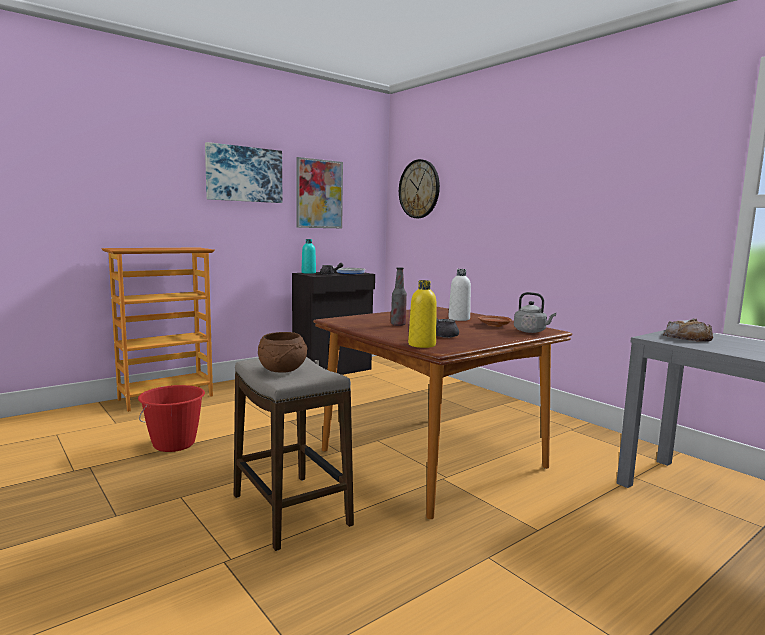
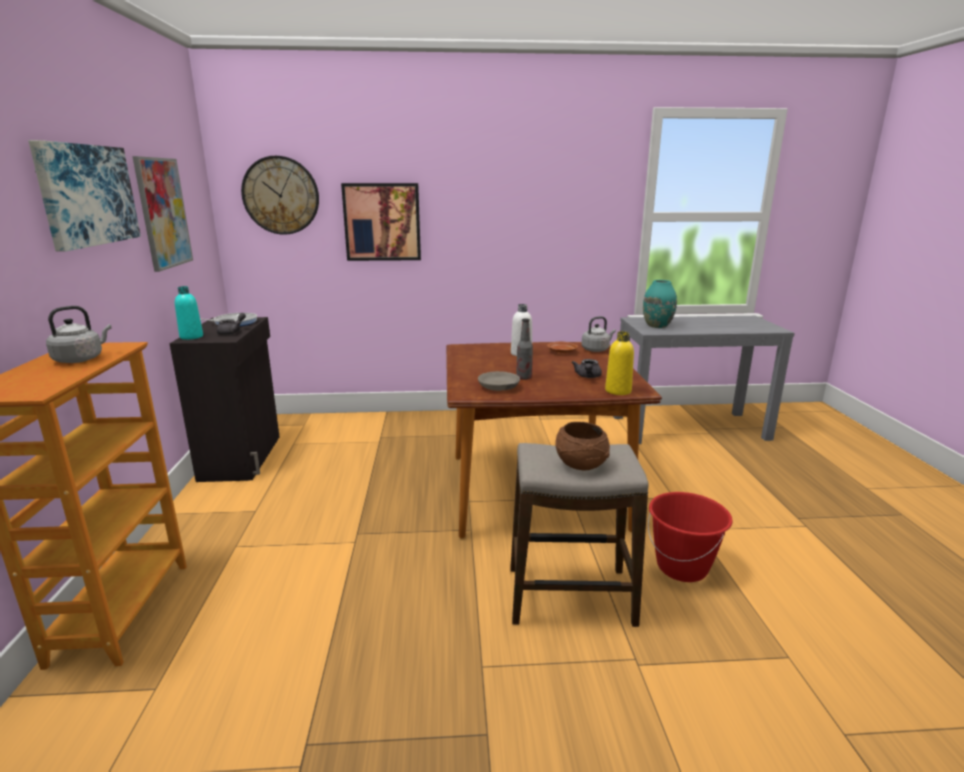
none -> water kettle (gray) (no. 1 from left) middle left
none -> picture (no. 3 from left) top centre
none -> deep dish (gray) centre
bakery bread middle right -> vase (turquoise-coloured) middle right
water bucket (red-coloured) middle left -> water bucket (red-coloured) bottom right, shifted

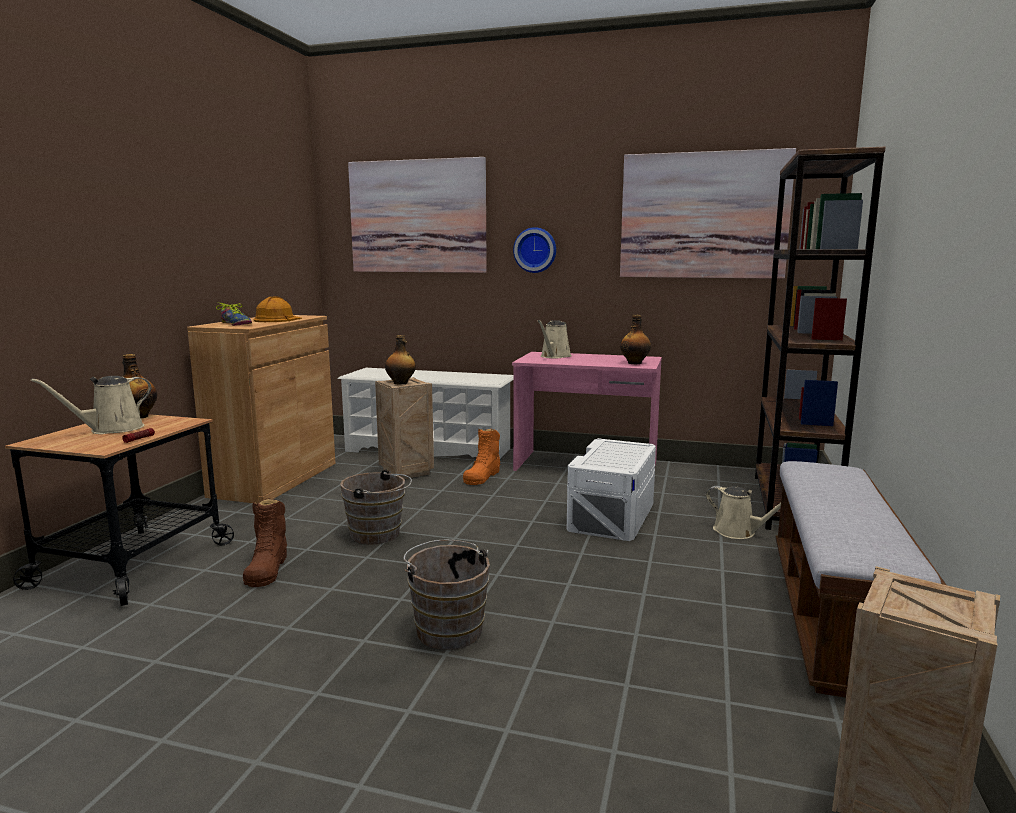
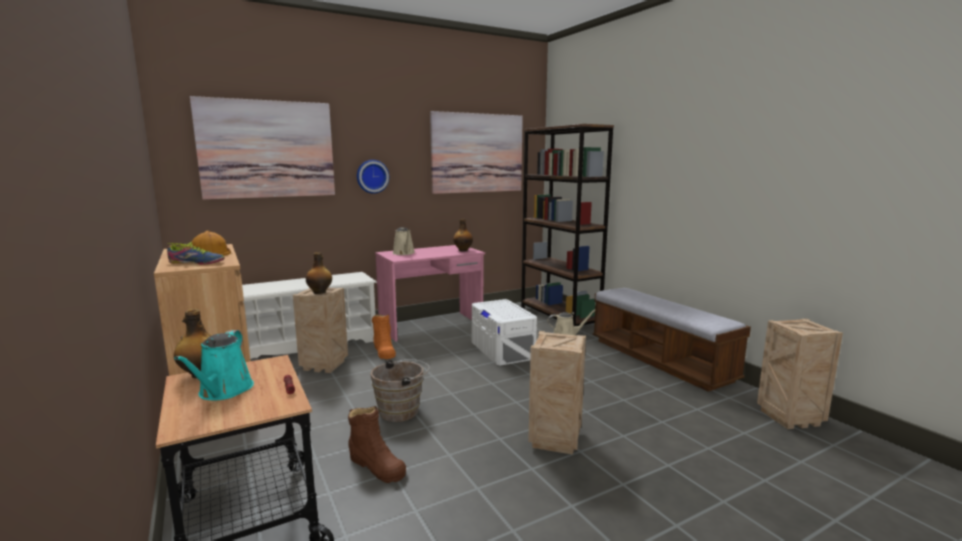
watering can (sand-coloured) (no. 1 from left) middle left -> watering can (turquoise-coloured) bottom left
water bucket (brown) (no. 2 from left) bottom centre -> shipping crate (no. 2 from left) bottom centre

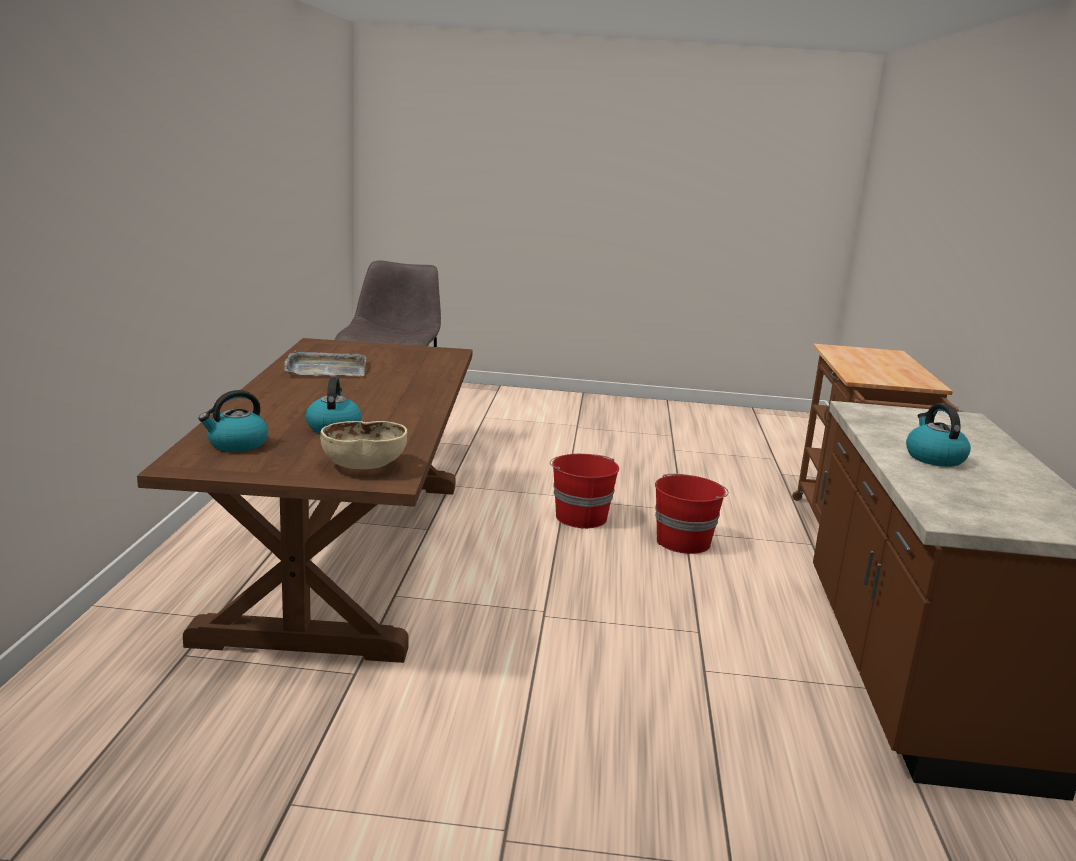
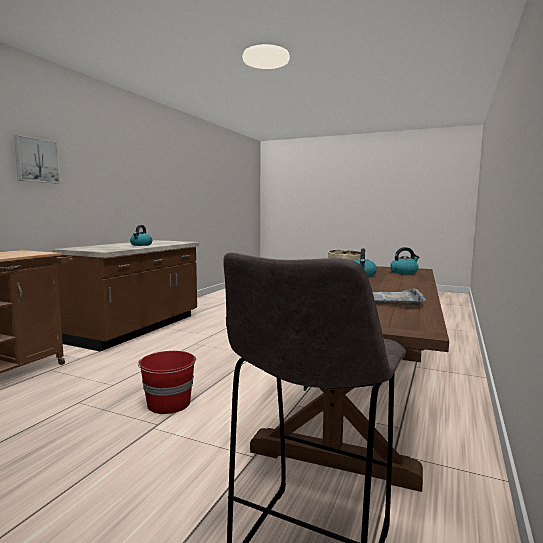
none -> picture top left
water bucket (red-coloured) (no. 2 from left) centre -> none

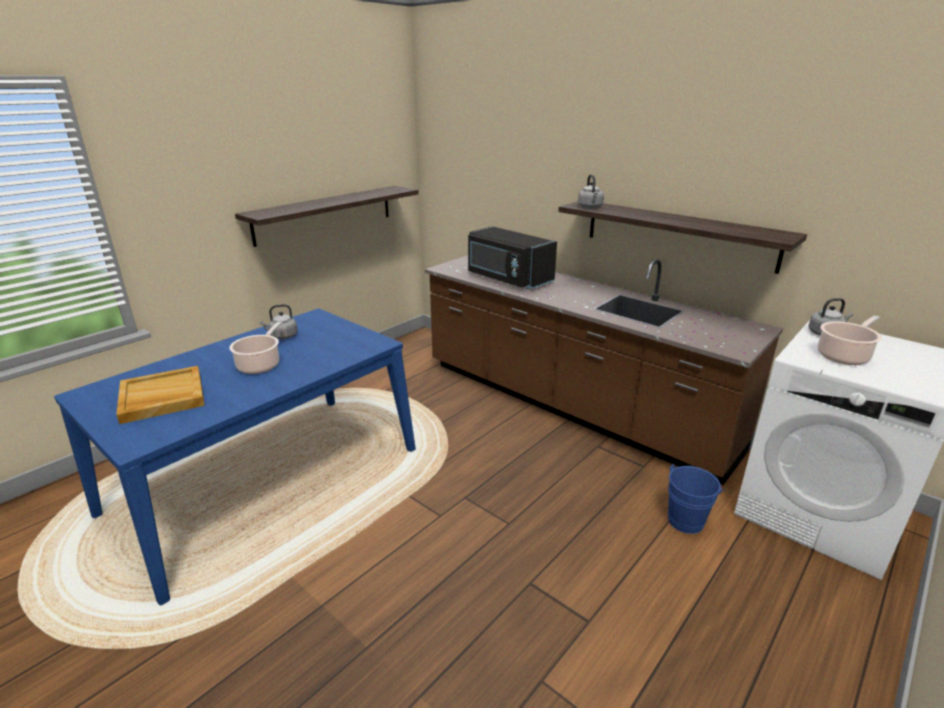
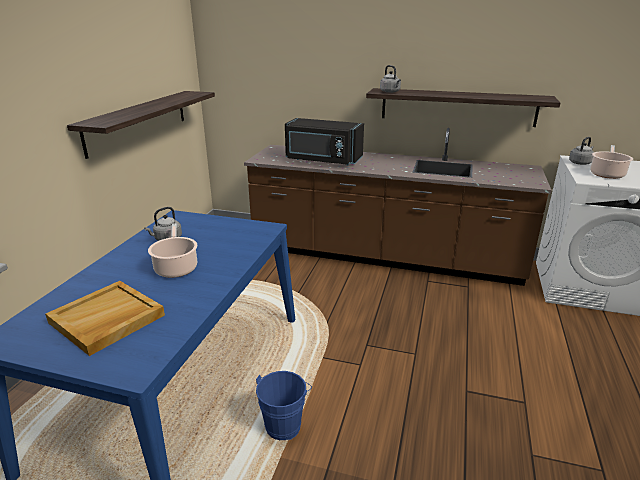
water bucket (bluish) bottom right -> water bucket (bluish) bottom centre, shifted

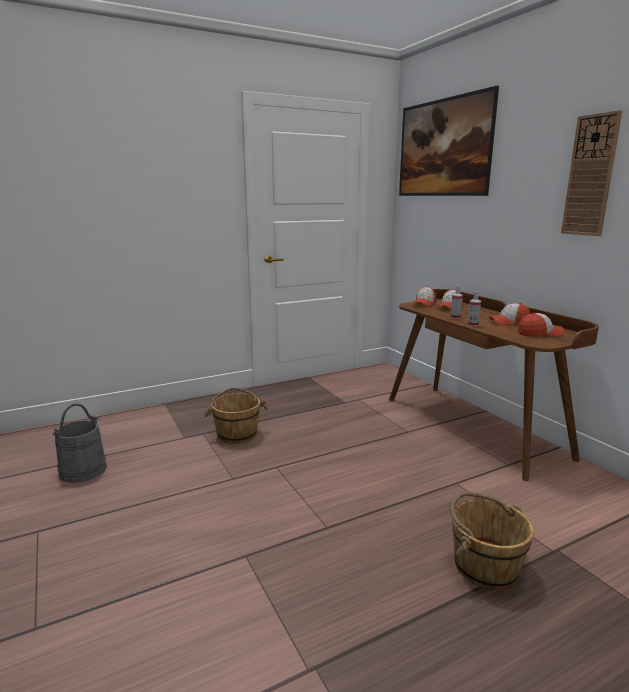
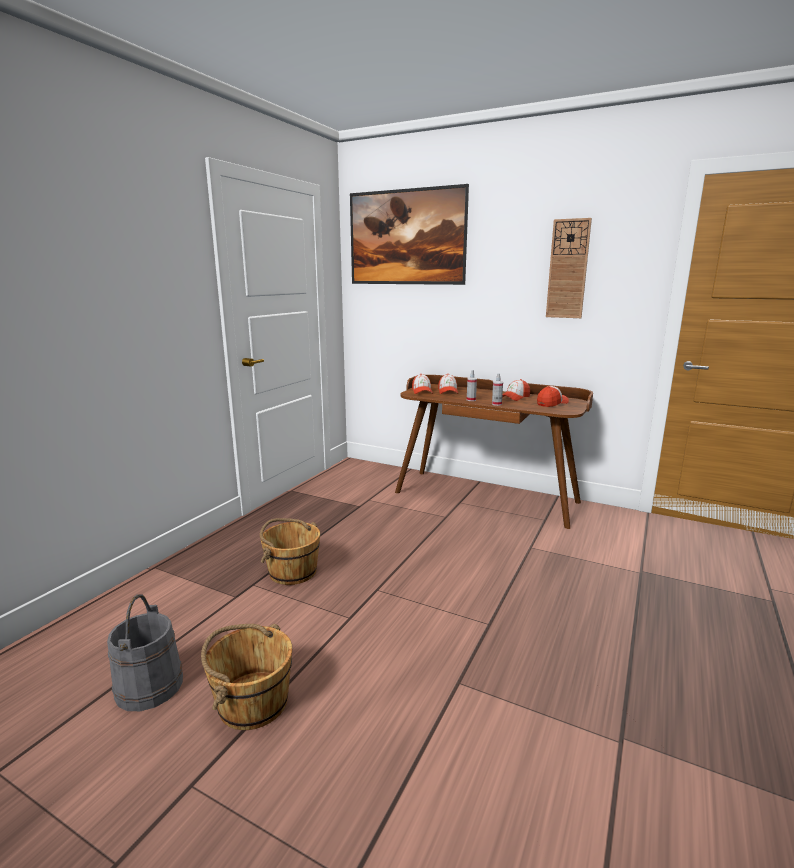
water bucket (brown) (no. 2 from left in the first image) bottom right -> water bucket (brown) (no. 1 from left) bottom left, shifted

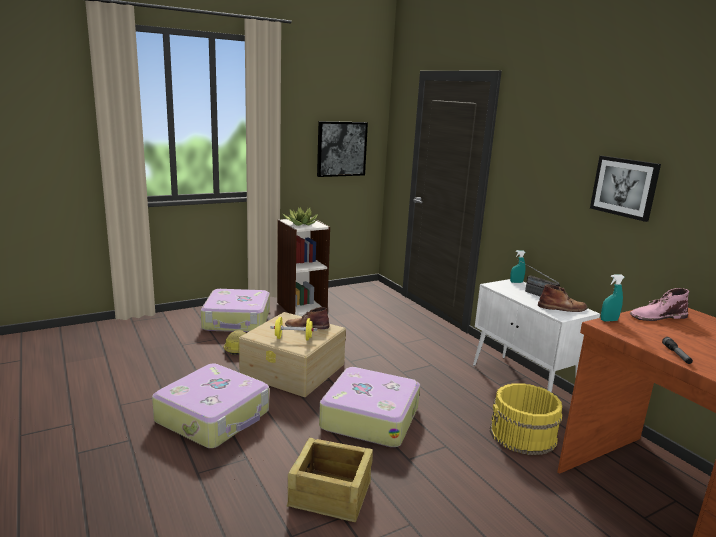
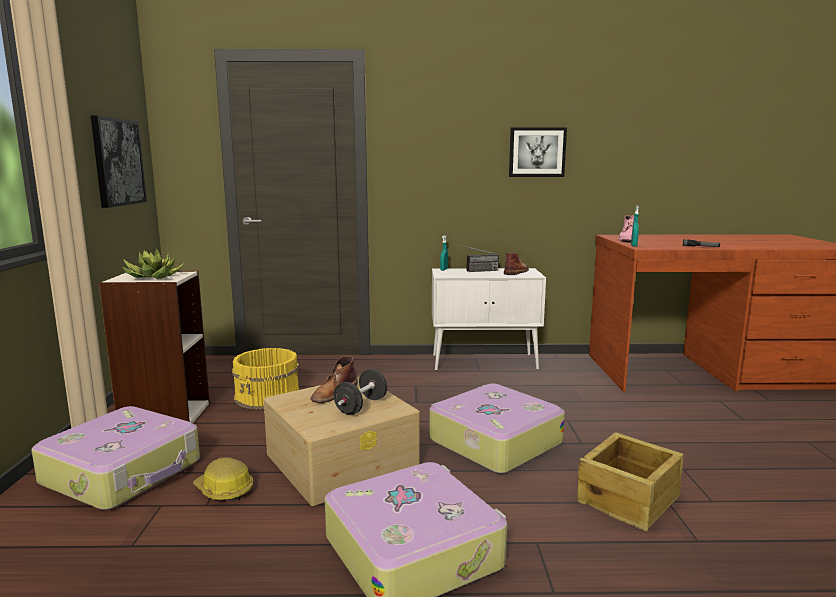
water bucket (yellow-coloured) bottom right -> water bucket (yellow-coloured) middle left, shifted
dumbbell (yellow-coloured) centre -> dumbbell (black) centre

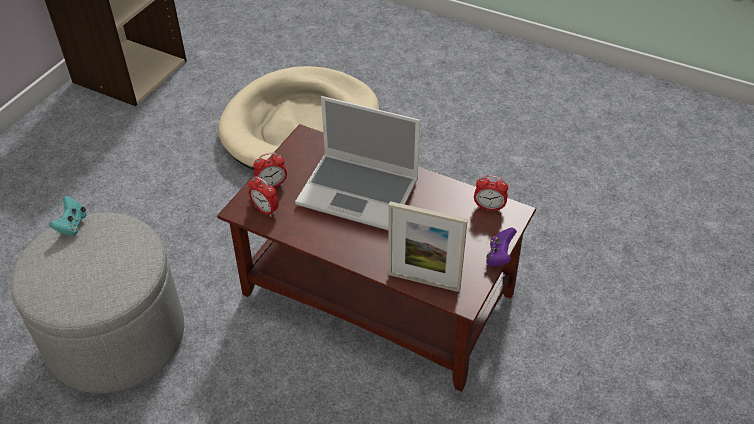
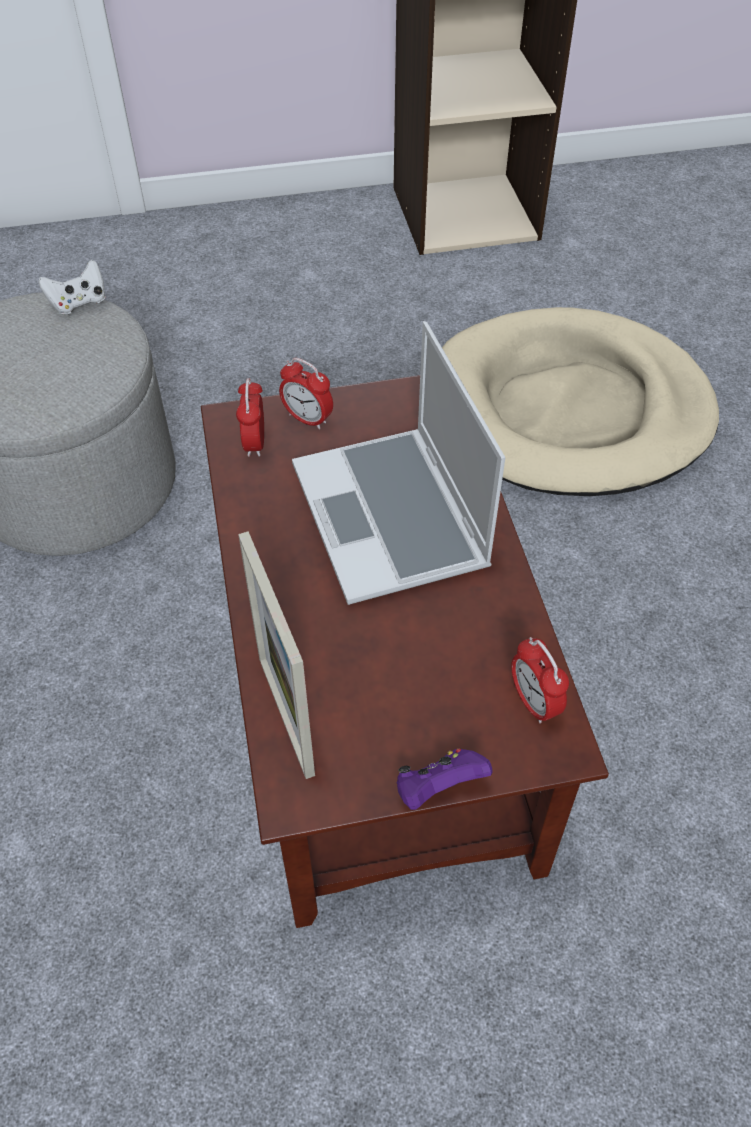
game controller (turquoise-coloured) middle left -> game controller (whitish) top left

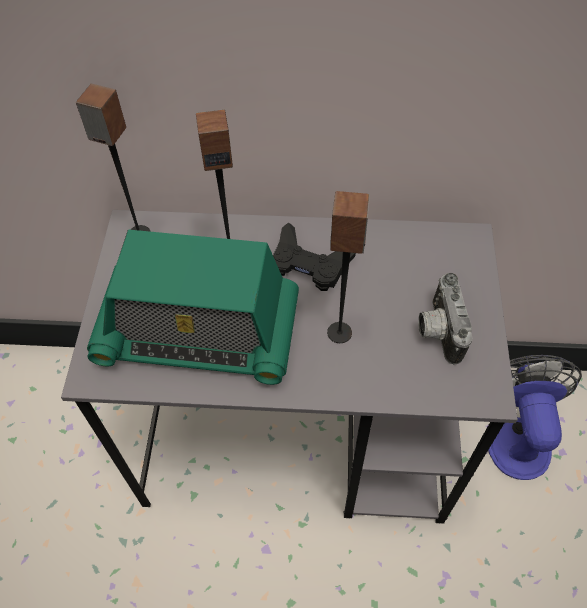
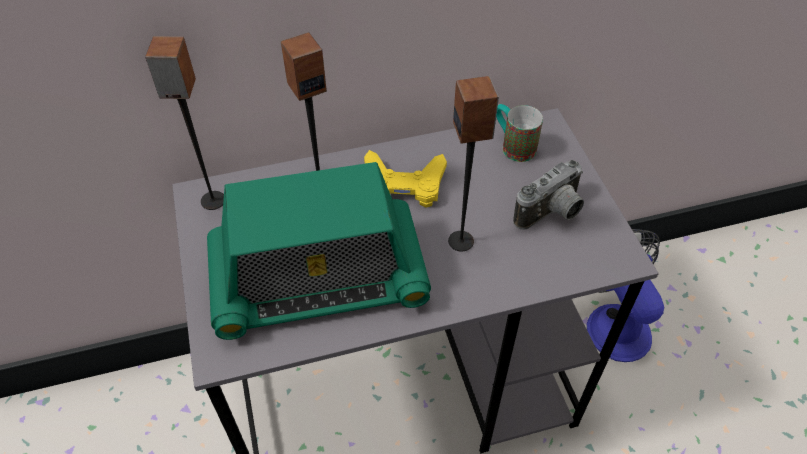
game controller (black) centre -> game controller (yellow-coloured) centre
none -> coffee mug top centre
still camera middle right, 105 degrees counterclockwise

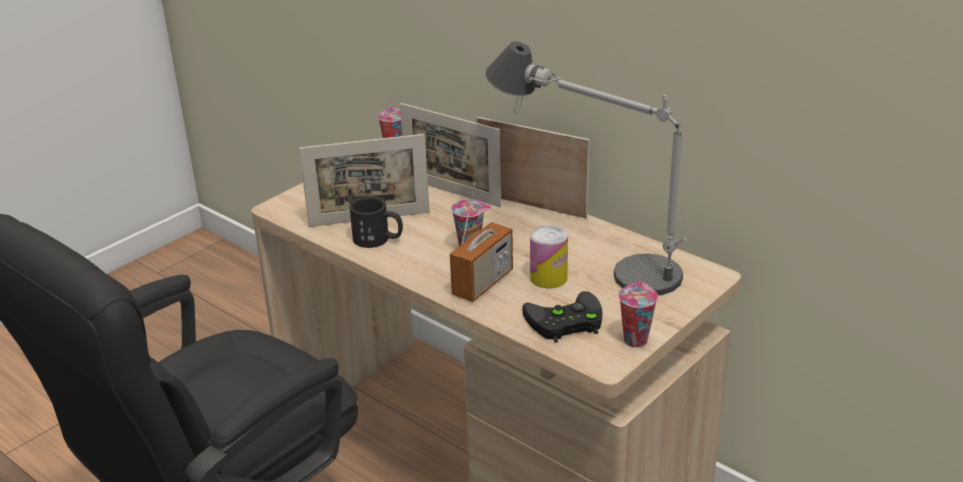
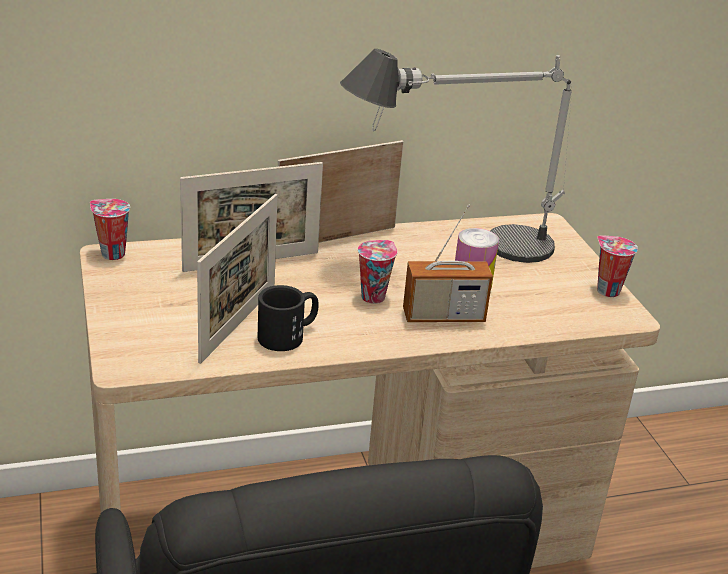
radio set centre, 105 degrees clockwise
game controller (black) centre -> none

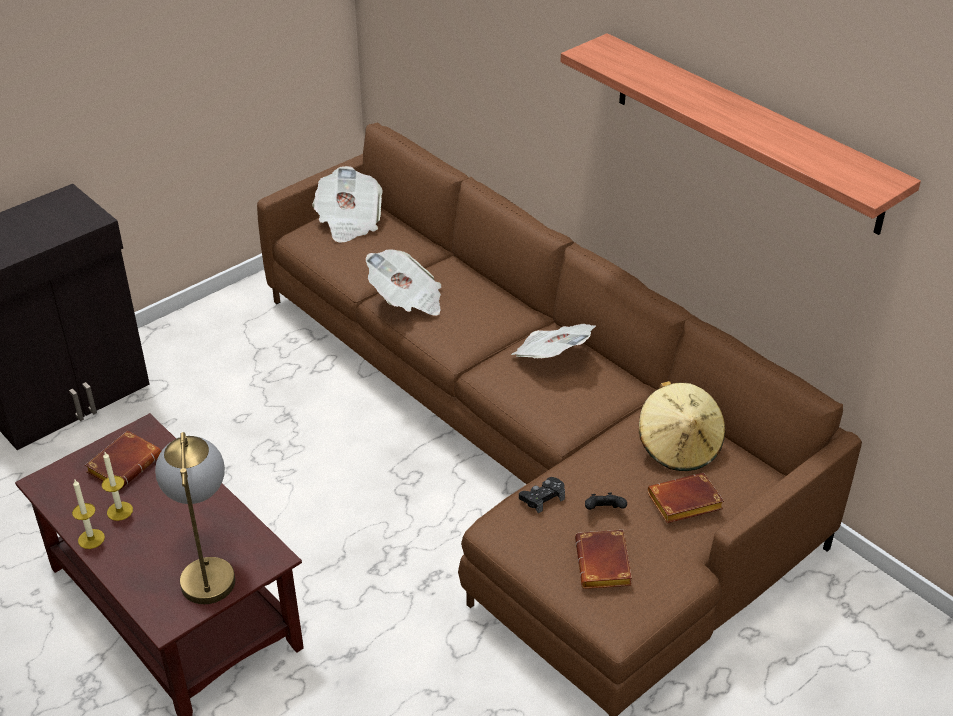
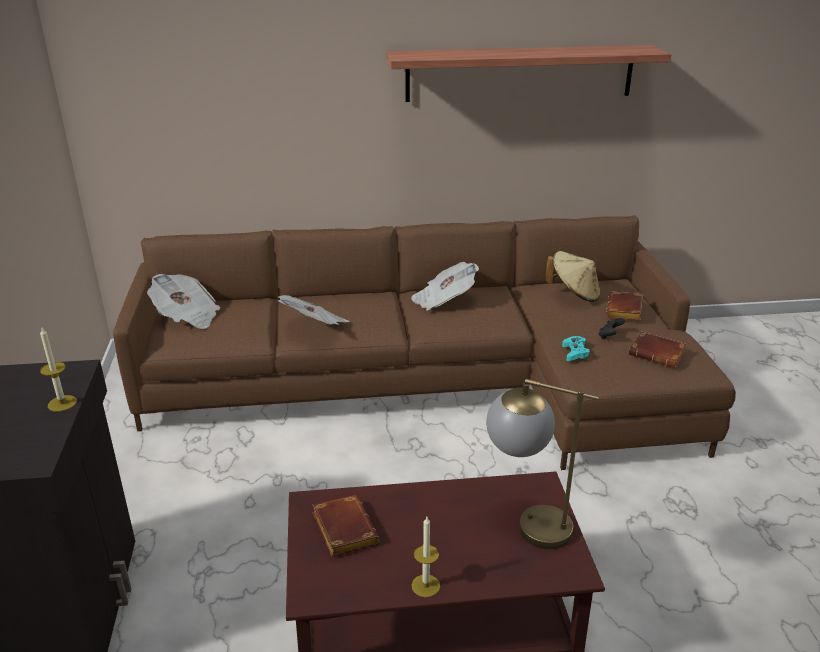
wax candle (no. 2 from left in the first image) bottom left -> wax candle (no. 1 from left) middle left, shifted
game controller (black) (no. 1 from left) bottom centre -> game controller (turquoise-coloured) middle right

